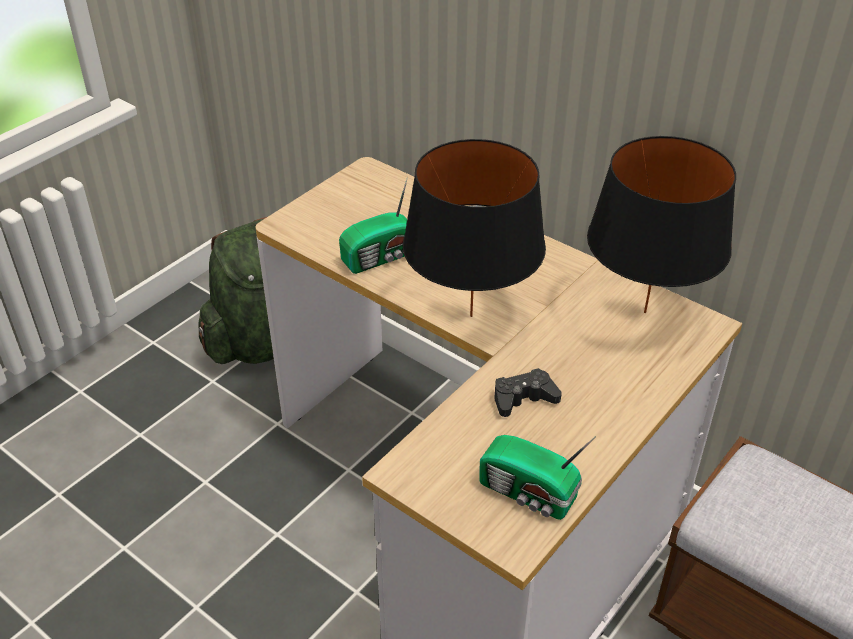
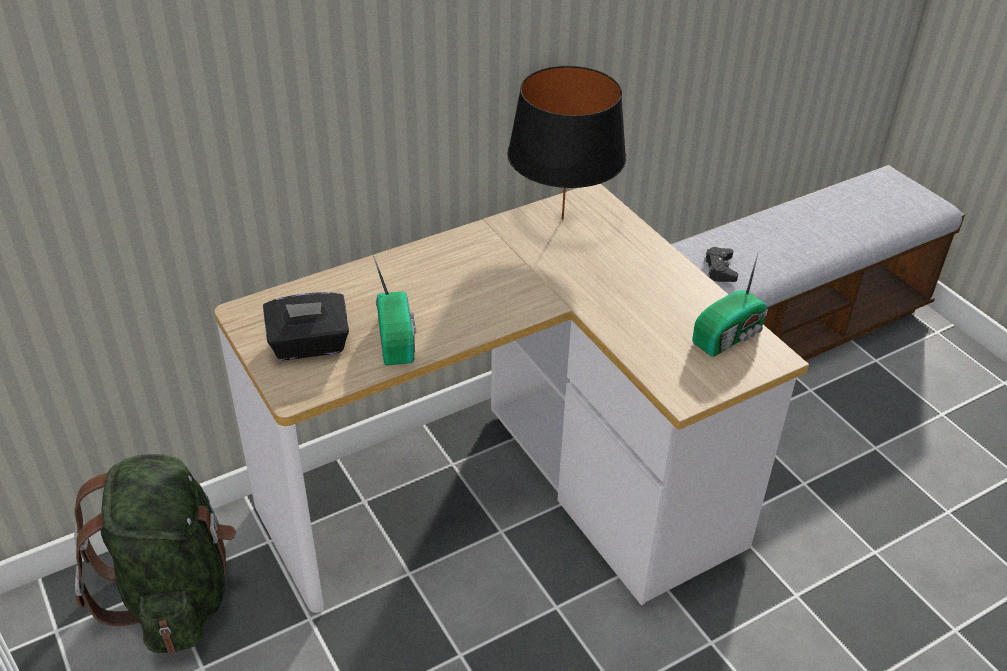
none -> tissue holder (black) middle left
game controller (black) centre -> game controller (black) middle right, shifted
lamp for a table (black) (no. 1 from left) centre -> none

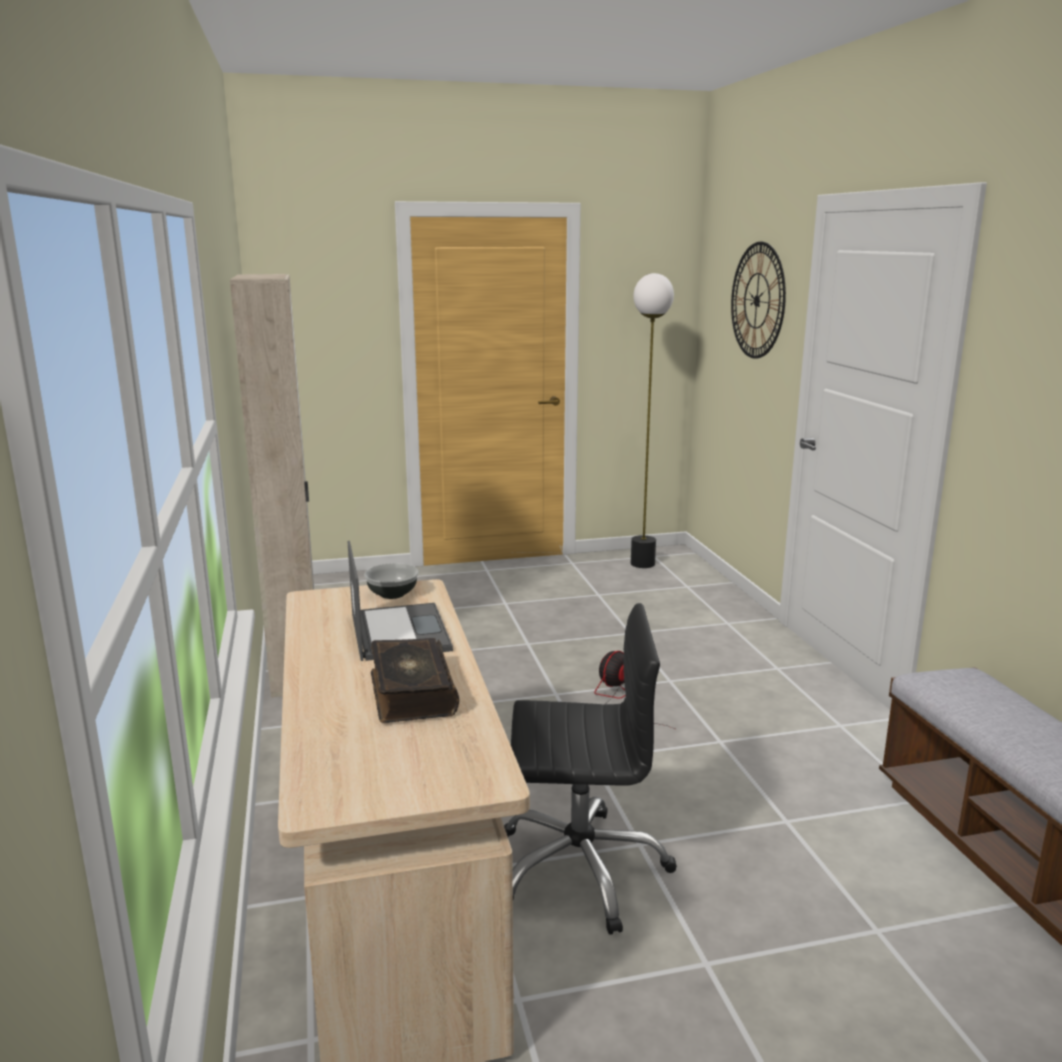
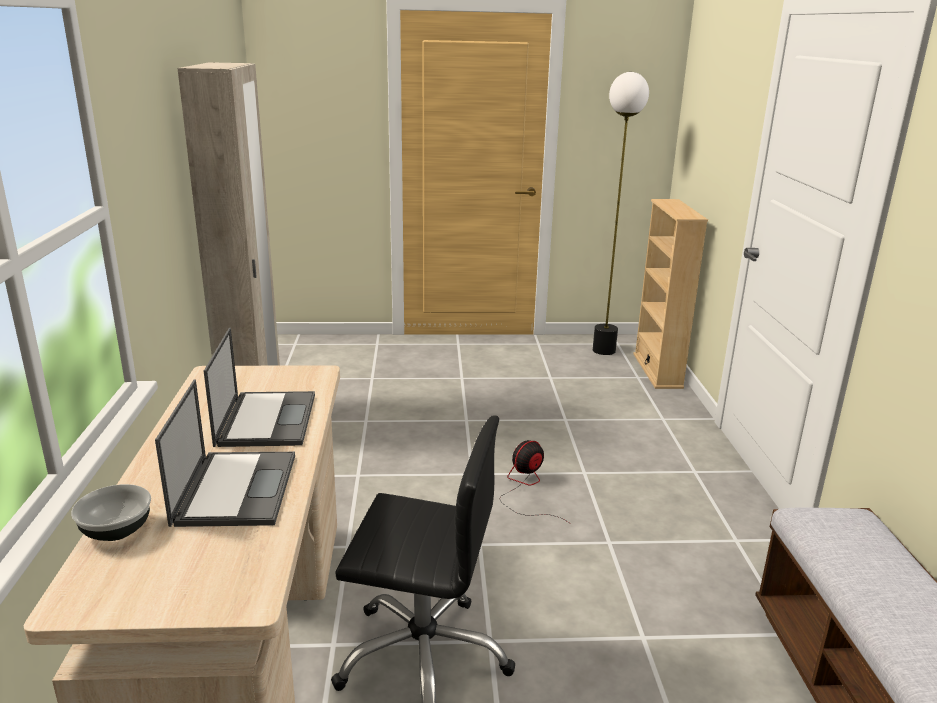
deep dish centre -> deep dish bottom left, shifted
book centre -> notebook computer (no. 1 from left) middle left
none -> bookshelf (sand-coloured) middle right
hanging clock top right -> none

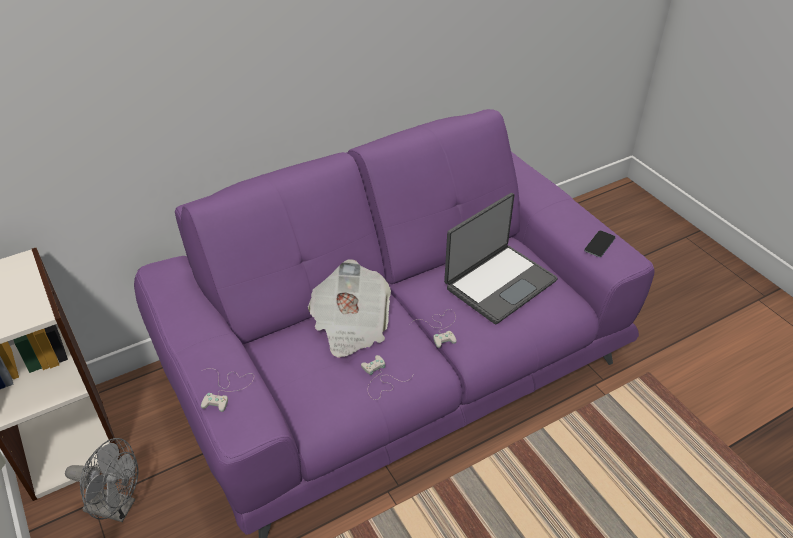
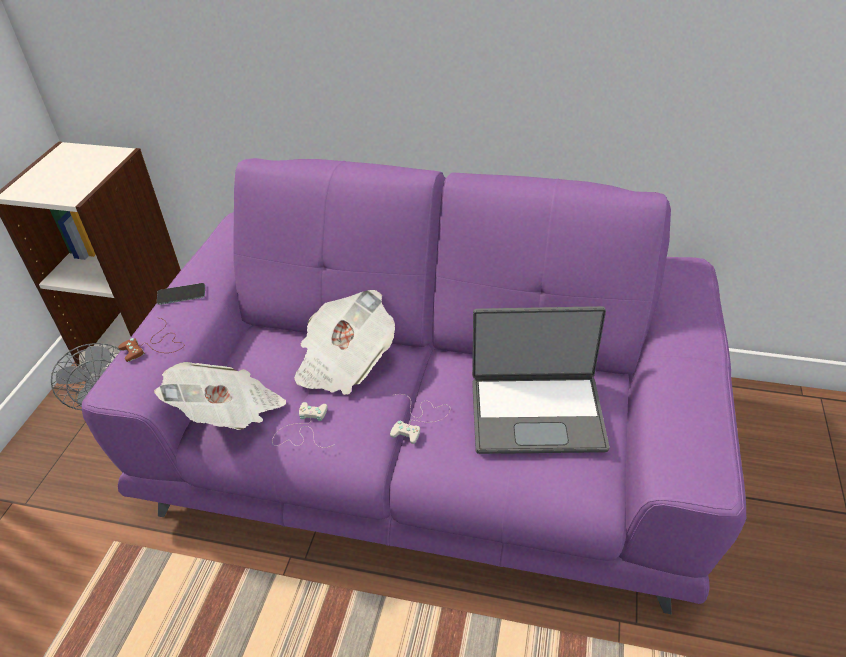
game controller (whitish) (no. 1 from left) bottom left -> game controller (brown) middle left
none -> newspaper (no. 1 from left) middle left
phone middle right -> phone middle left, shifted

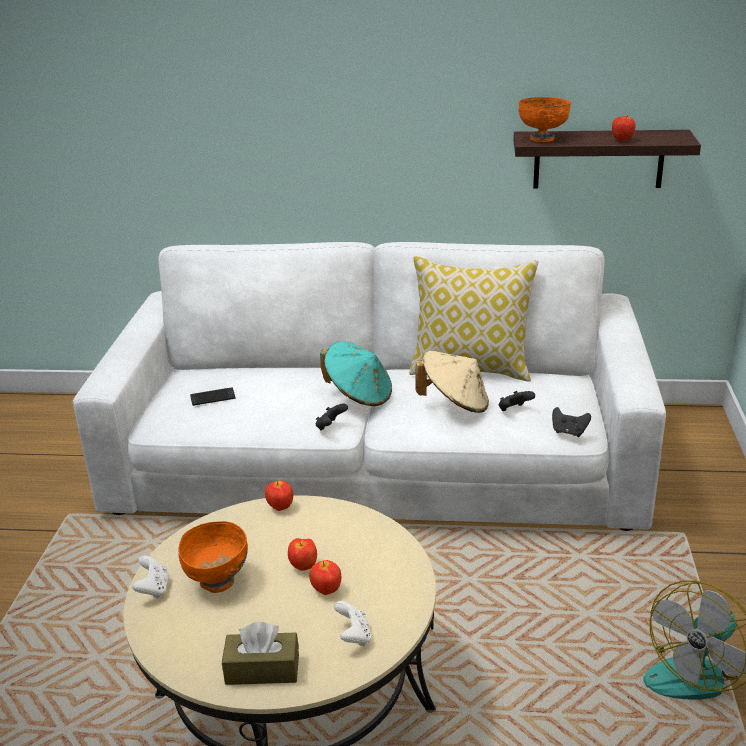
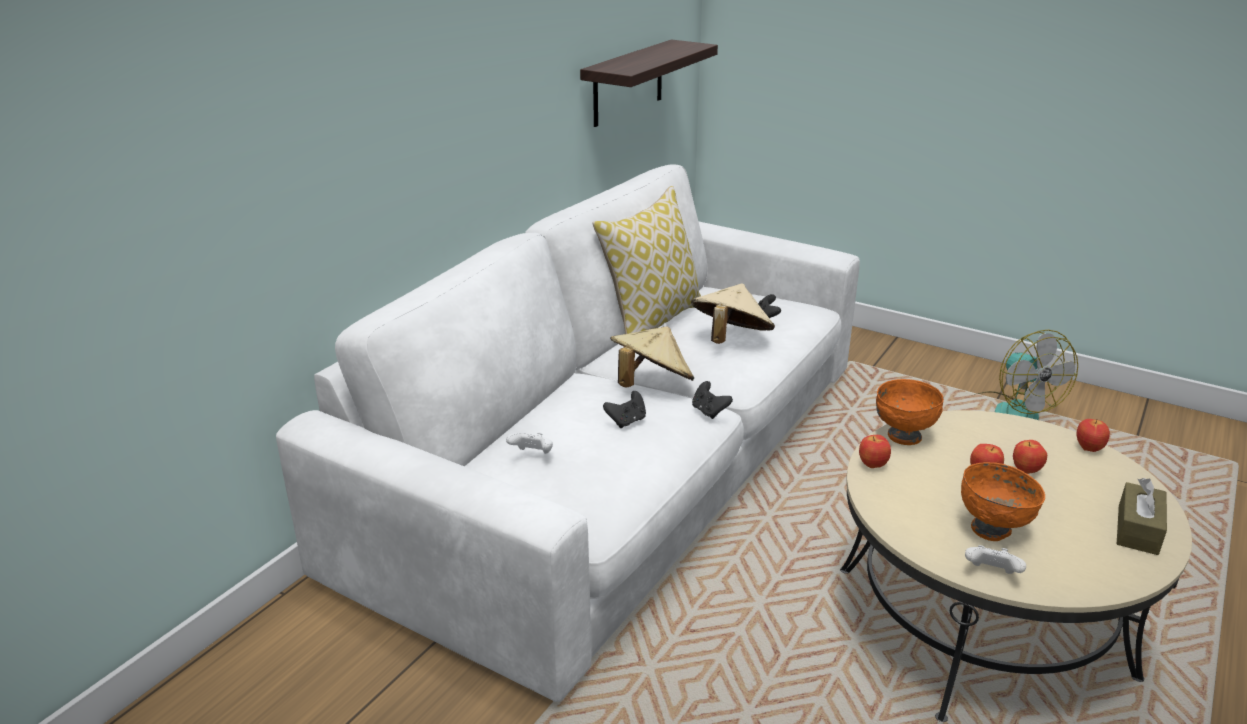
game controller (whitish) (no. 2 from left in the first image) bottom centre -> game controller (whitish) (no. 1 from left) centre, shifted
game controller (black) (no. 3 from left in the first image) middle right -> game controller (black) (no. 1 from left) centre, shifted
wearable hat (turquoise-coloured) centre -> wearable hat (sand-coloured) (no. 1 from left) centre
deep dish (orange) (no. 2 from left in the first image) top right -> deep dish (orange) (no. 1 from left) middle right, shifted
apple fruit (no. 4 from left) top right -> apple fruit (no. 4 from left) middle right, shifted
phone middle left -> none

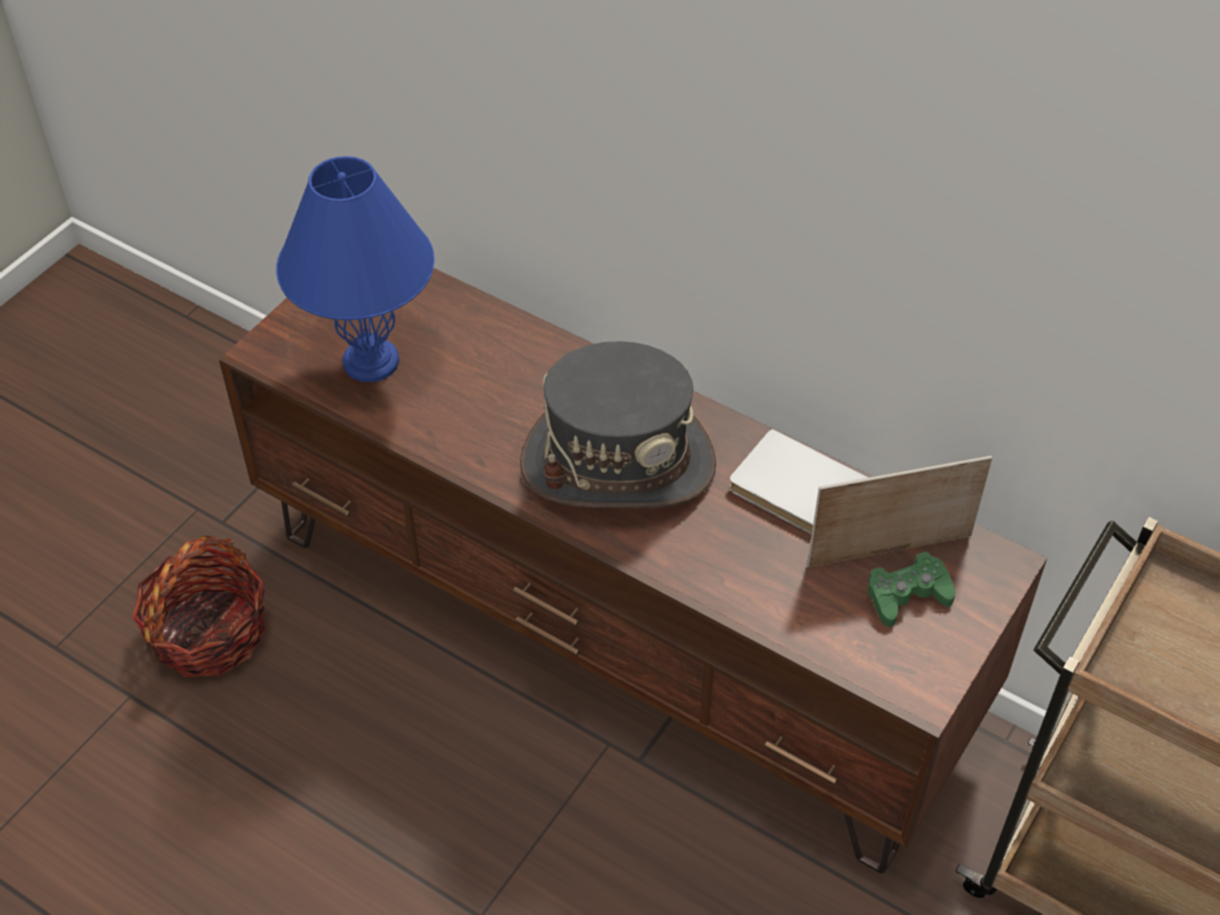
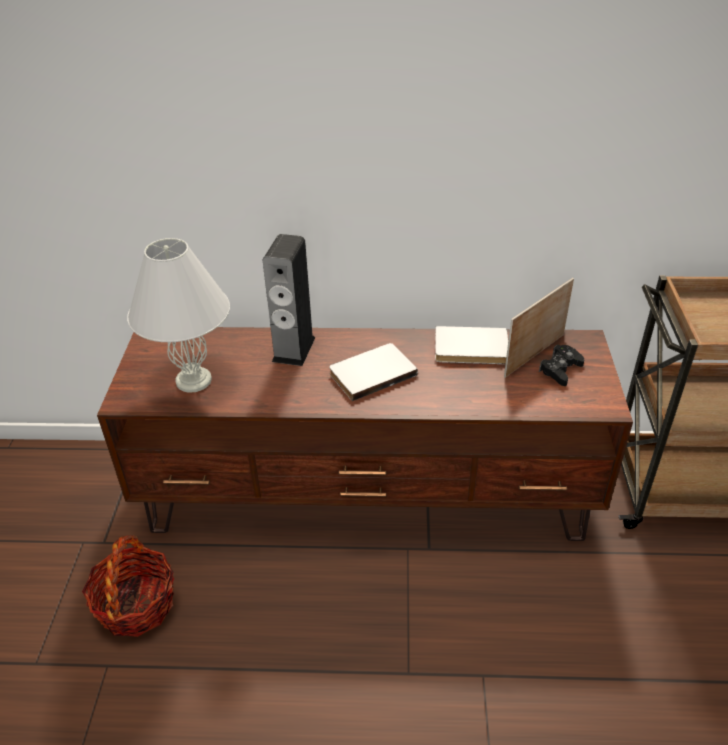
lamp for a table (bluish) top left -> lamp for a table (whitish) middle left
none -> speaker centre
wearable hat (gray) centre -> book (whitish) (no. 1 from left) centre
game controller (green) middle right -> game controller (black) middle right

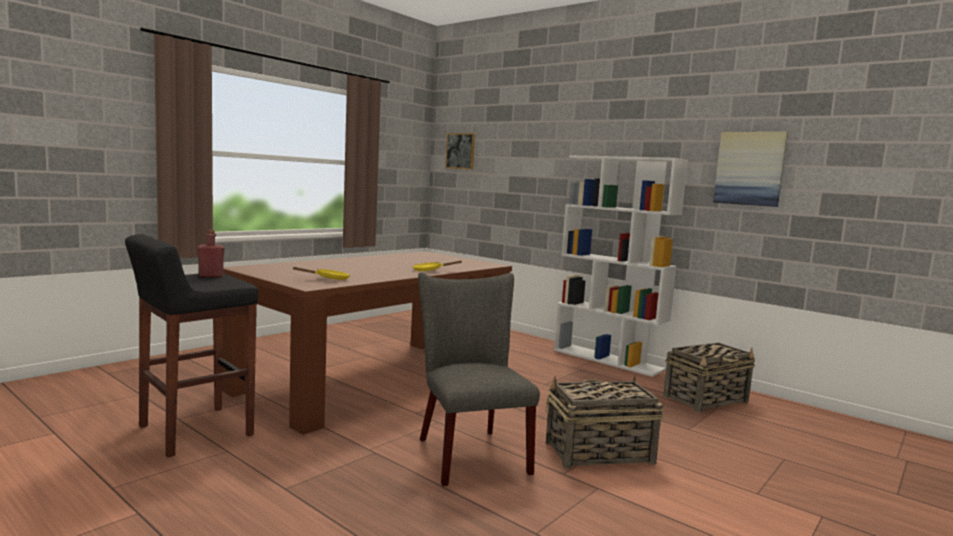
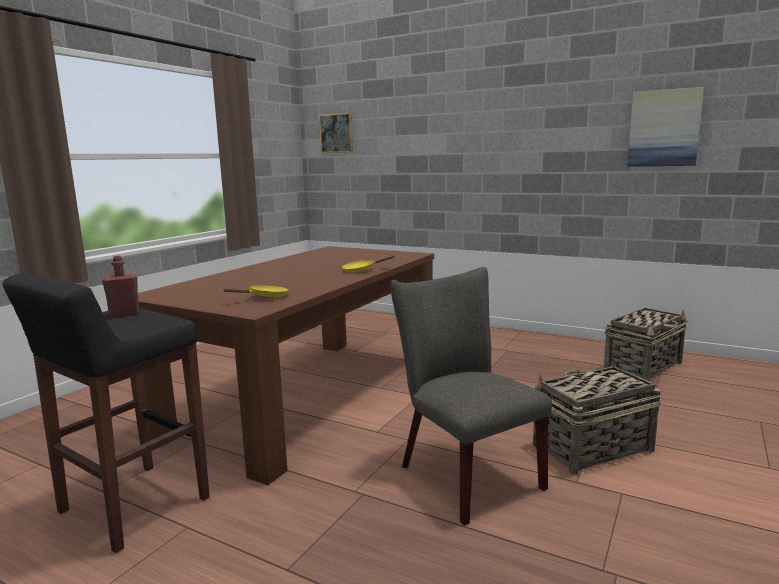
bookshelf (whitish) centre -> none

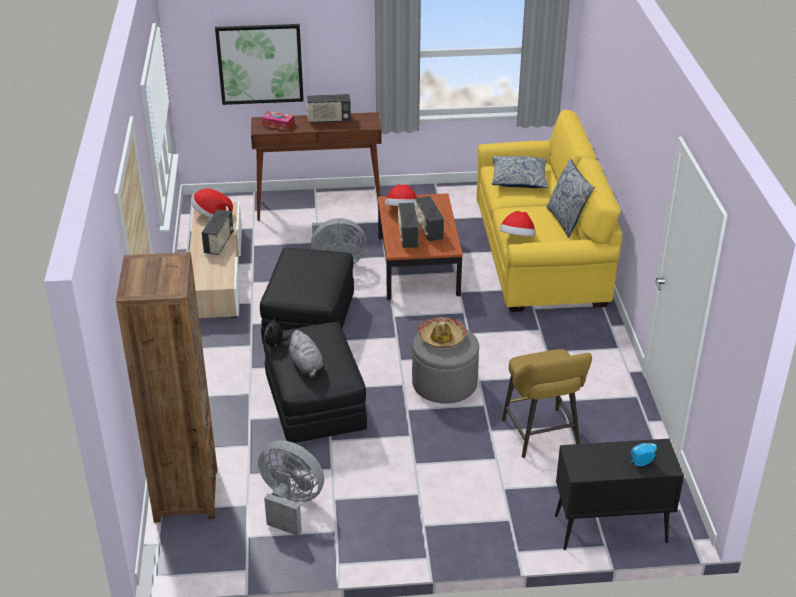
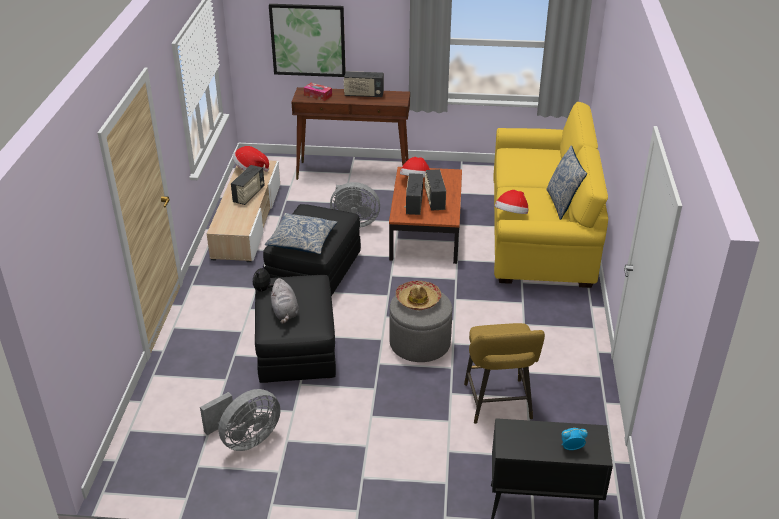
electric fan (gray) (no. 1 from left) bottom centre -> electric fan (gray) (no. 1 from left) bottom left, 105 degrees clockwise
cushion (no. 1 from left) top centre -> cushion (no. 1 from left) centre, shifted
bookshelf (brown) middle left -> none

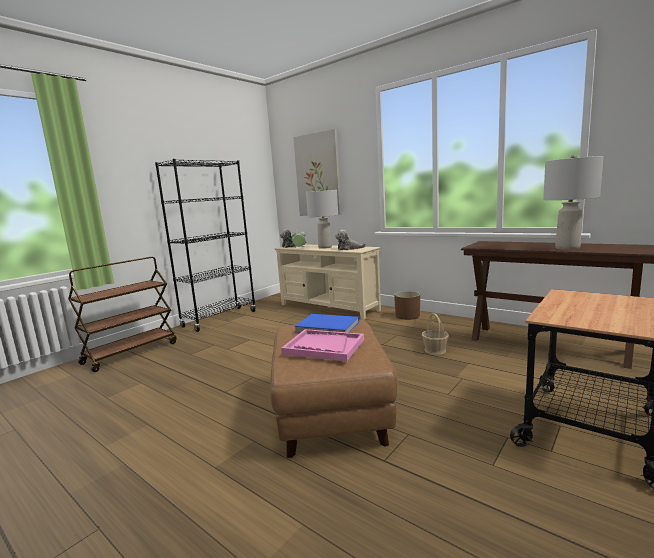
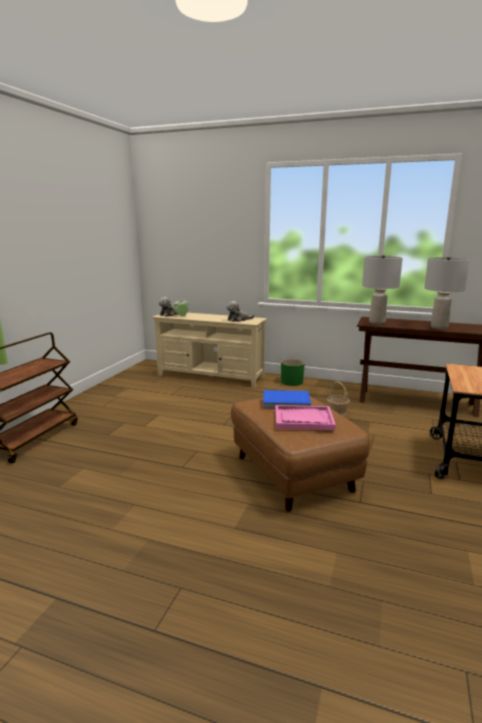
plant pot (brown) centre -> plant pot (green) centre
lamp for a table (gray) (no. 1 from left) centre -> lamp for a table (gray) (no. 1 from left) middle right, shifted
bookshelf (black) middle left -> none
picture top centre -> none

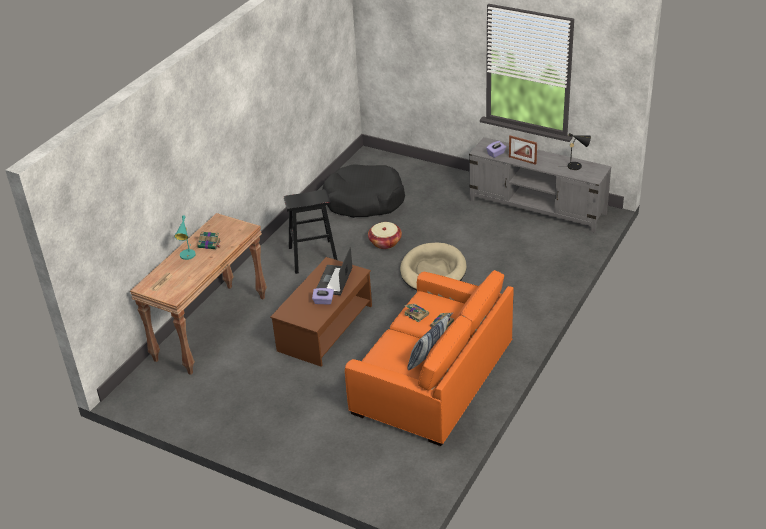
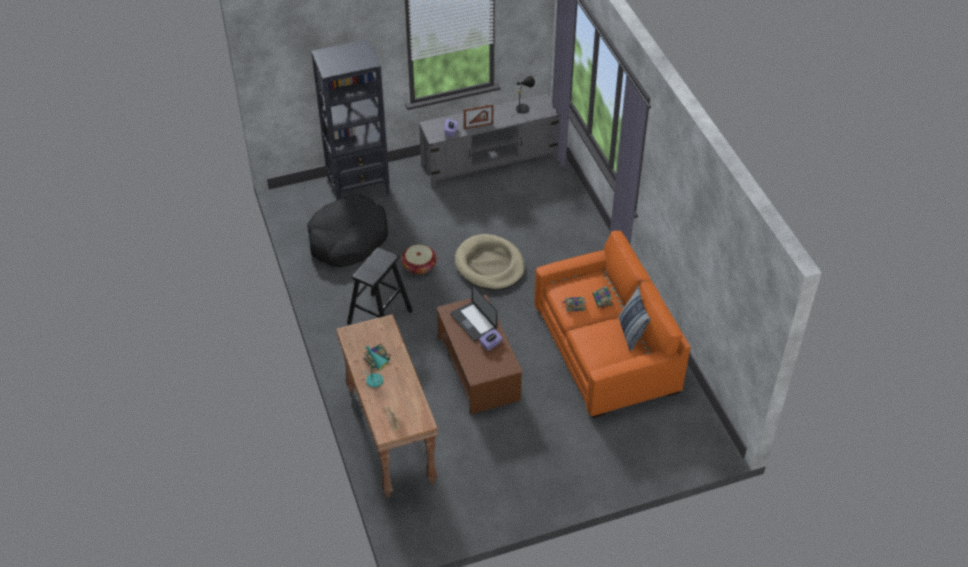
none -> bookshelf (black) top centre

